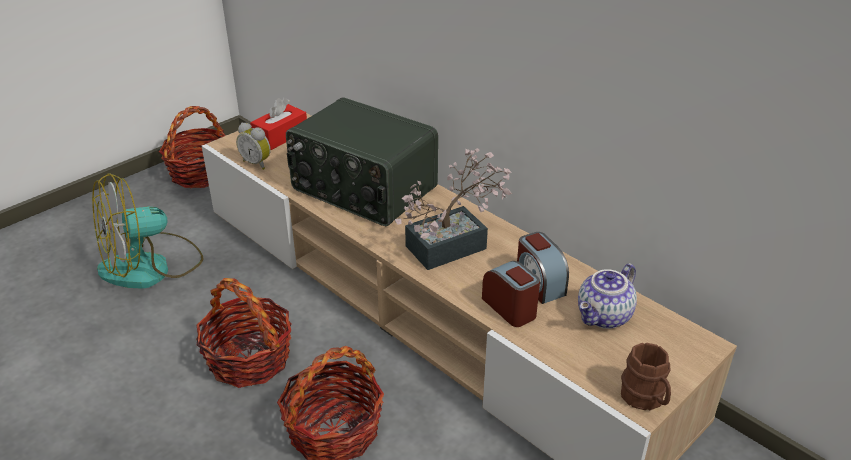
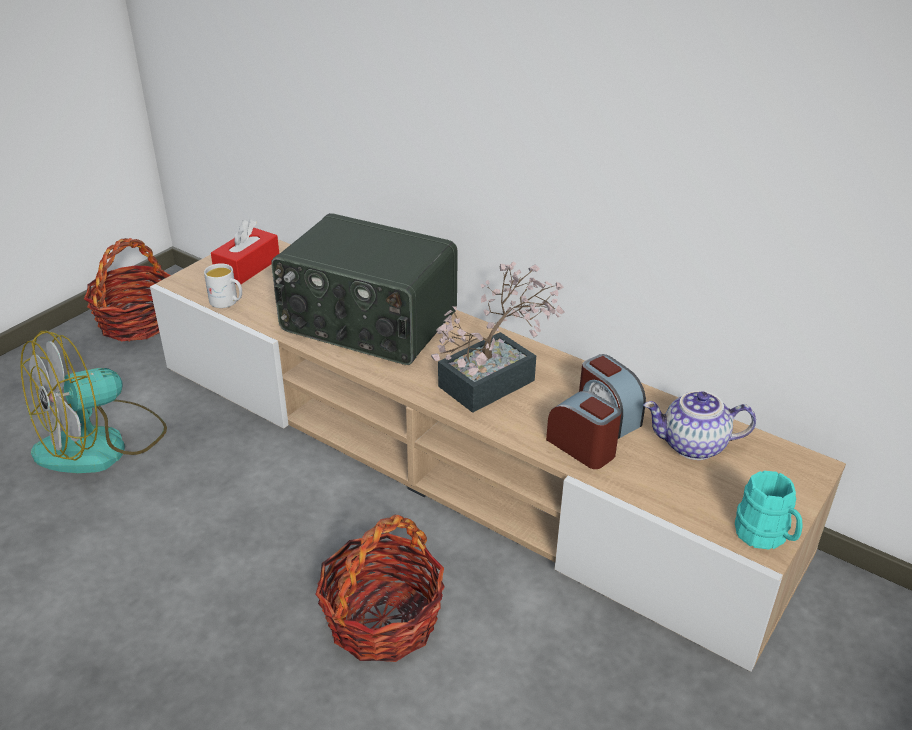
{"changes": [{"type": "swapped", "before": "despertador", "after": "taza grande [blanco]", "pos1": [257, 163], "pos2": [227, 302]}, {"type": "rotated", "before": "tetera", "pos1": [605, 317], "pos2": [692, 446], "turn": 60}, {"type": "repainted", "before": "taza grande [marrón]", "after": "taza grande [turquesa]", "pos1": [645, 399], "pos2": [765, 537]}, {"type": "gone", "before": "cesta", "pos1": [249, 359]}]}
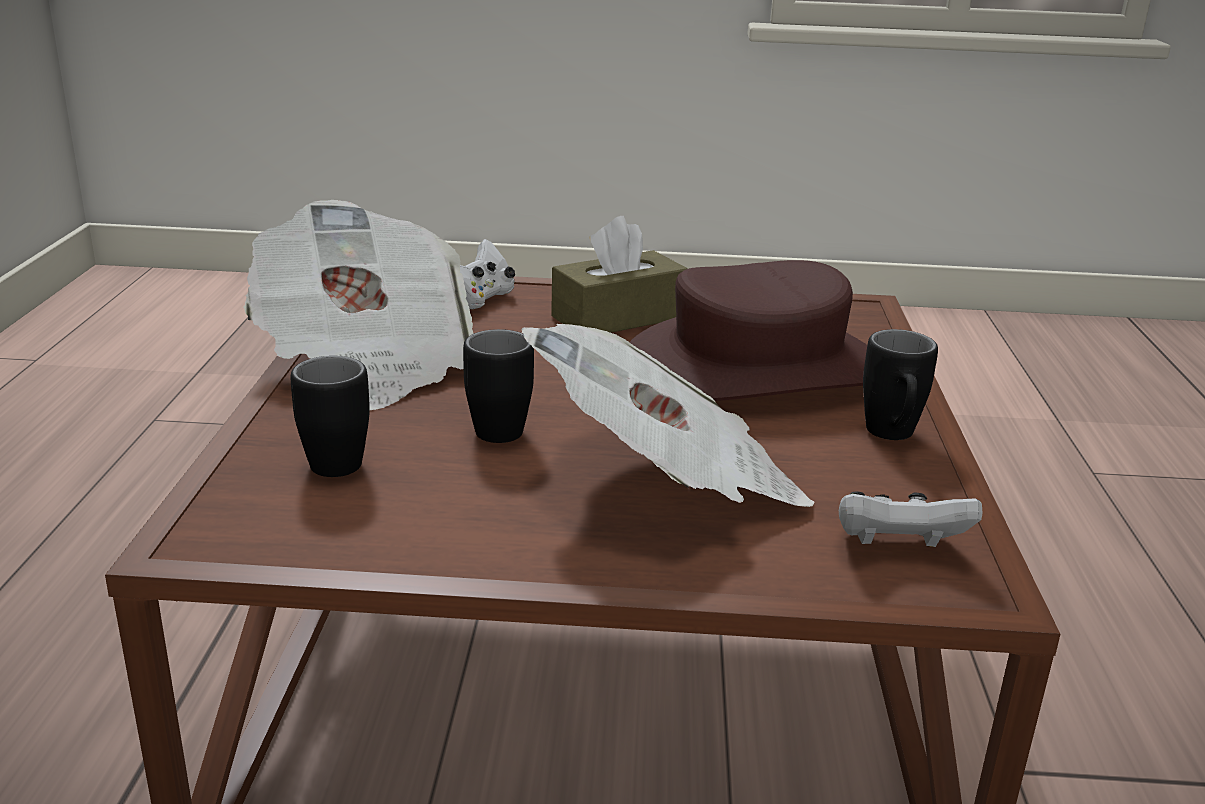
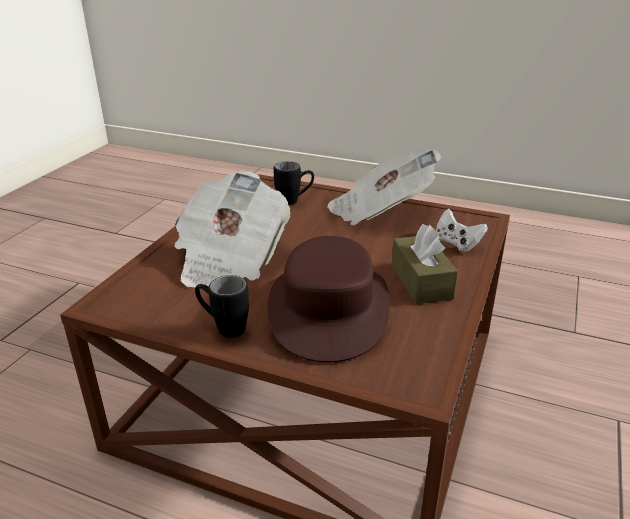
{"changes": [{"type": "gone", "before": "taza grande [negro]", "pos1": [494, 424]}, {"type": "gone", "before": "mando de consola [blanco]", "pos1": [898, 548]}]}
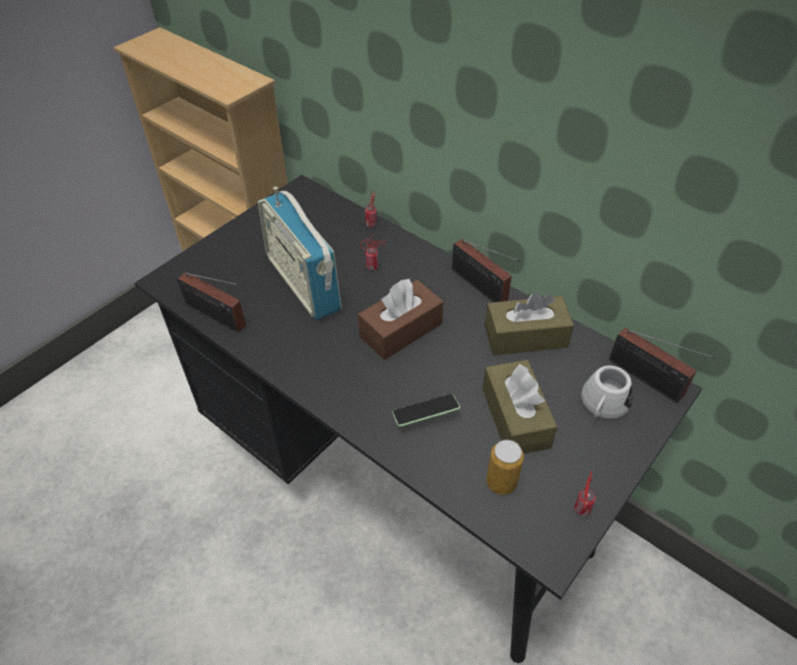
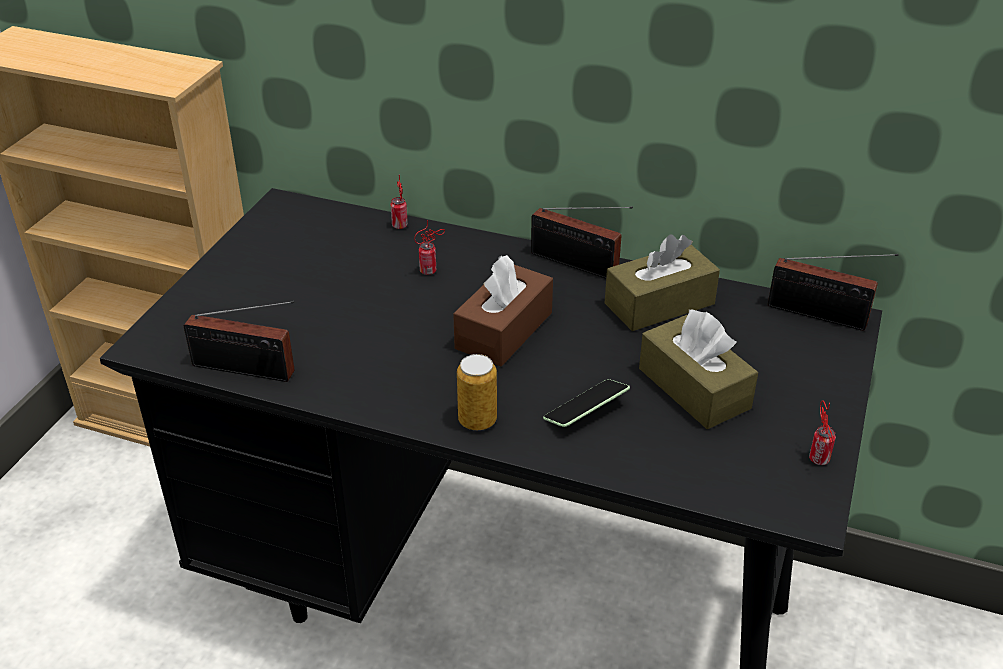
{"changes": [{"type": "shifted", "before": "lata", "pos1": [501, 482], "pos2": [477, 420]}, {"type": "gone", "before": "radio", "pos1": [303, 283]}, {"type": "gone", "before": "taza grande [blanco]", "pos1": [602, 406]}]}
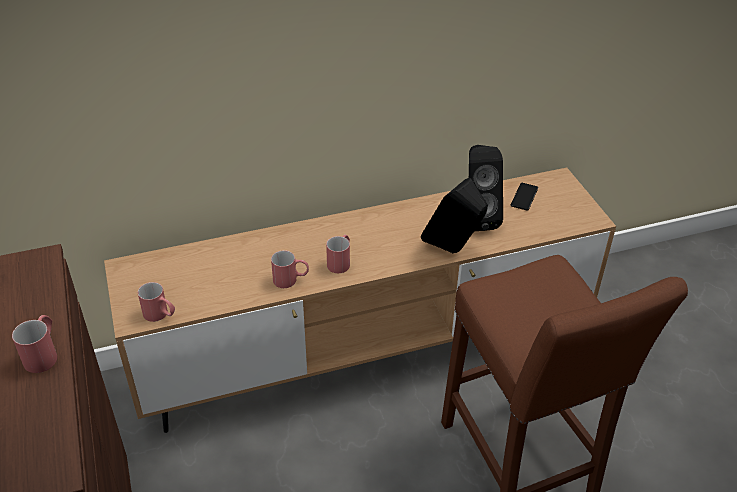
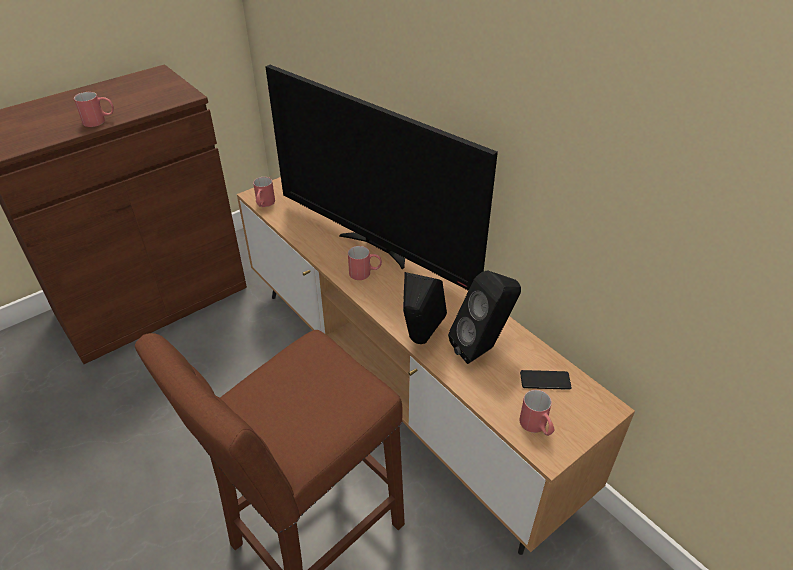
{"changes": [{"type": "new", "after": "televisor", "pos2": [376, 248]}, {"type": "shifted", "before": "taza grande [rojo]", "pos1": [291, 280], "pos2": [536, 427]}]}
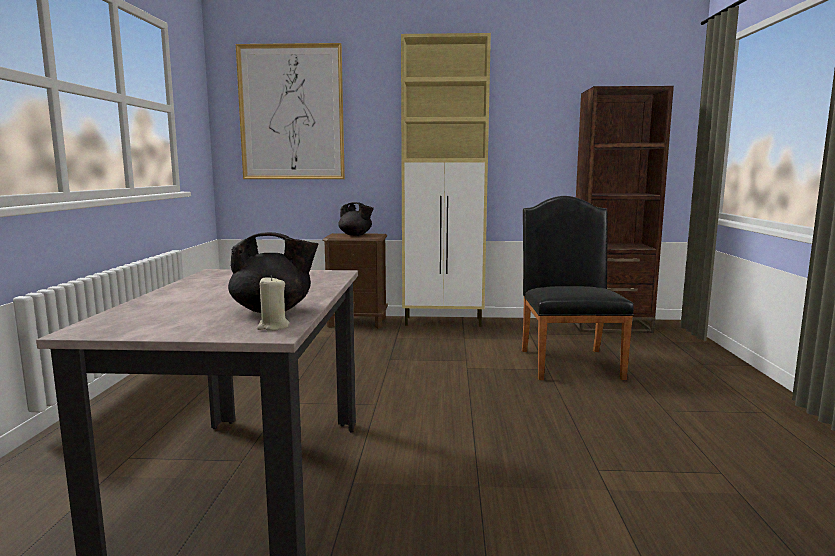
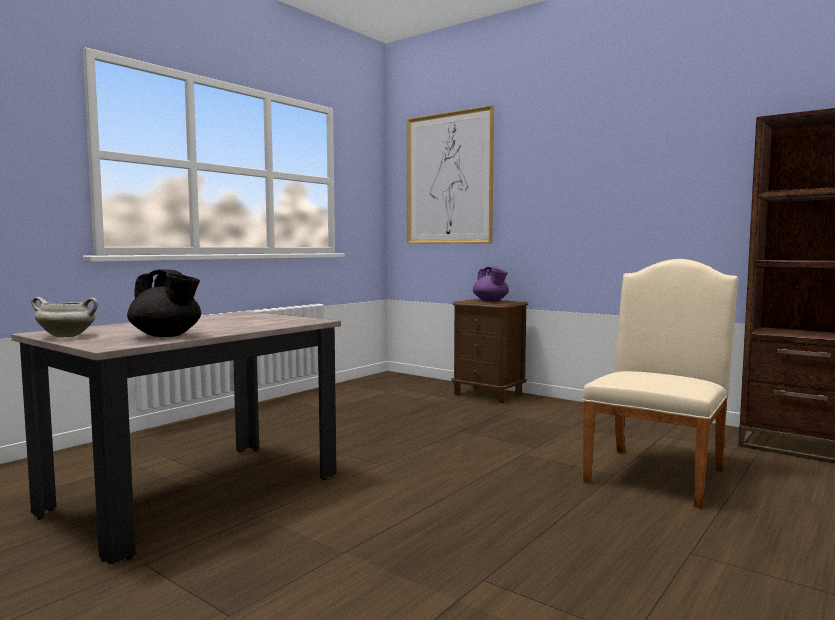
{"changes": [{"type": "new", "after": "olla [blanco]", "pos2": [68, 336]}, {"type": "repainted", "before": "tetera [negro]", "after": "tetera [morado]", "pos1": [356, 235], "pos2": [491, 301]}, {"type": "repainted", "before": "silla [negro]", "after": "silla [beis]", "pos1": [568, 361], "pos2": [658, 472]}, {"type": "gone", "before": "vela [beis]", "pos1": [273, 327]}, {"type": "gone", "before": "armario [beis]", "pos1": [444, 322]}]}
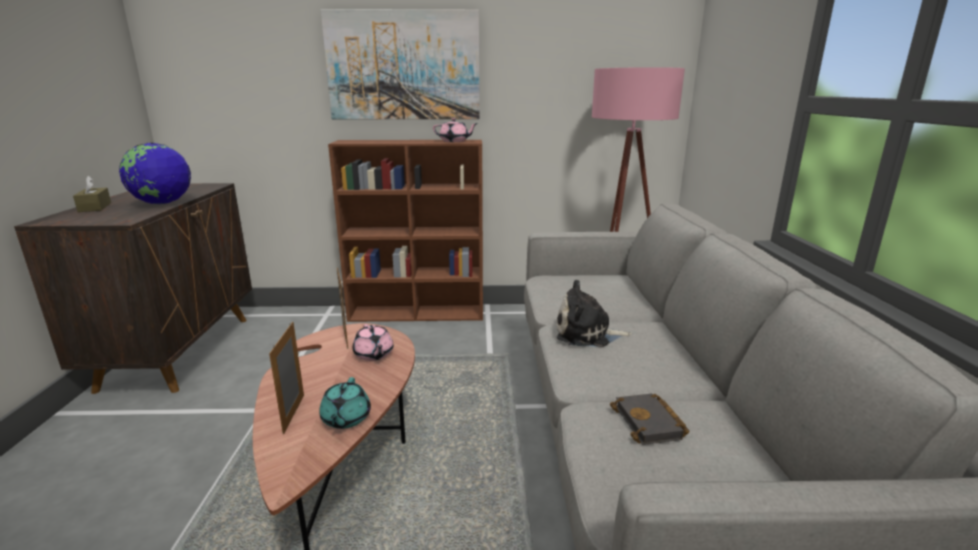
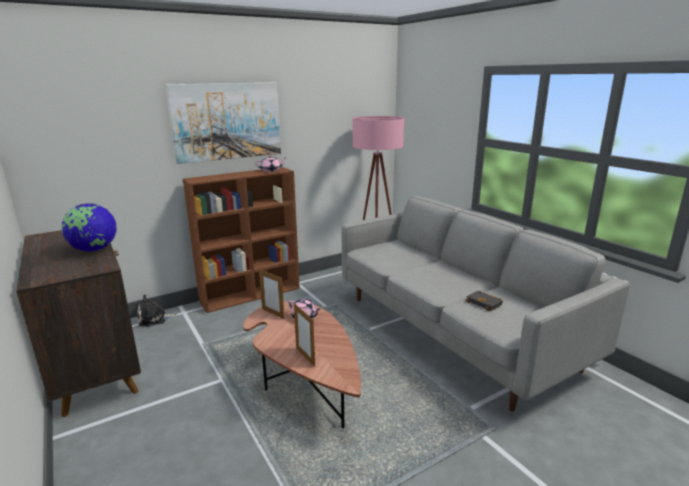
{"changes": [{"type": "shifted", "before": "peluche", "pos1": [587, 334], "pos2": [154, 319]}, {"type": "gone", "before": "caja de pañuelos [marrón]", "pos1": [95, 207]}, {"type": "gone", "before": "tetera [turquesa]", "pos1": [345, 419]}]}
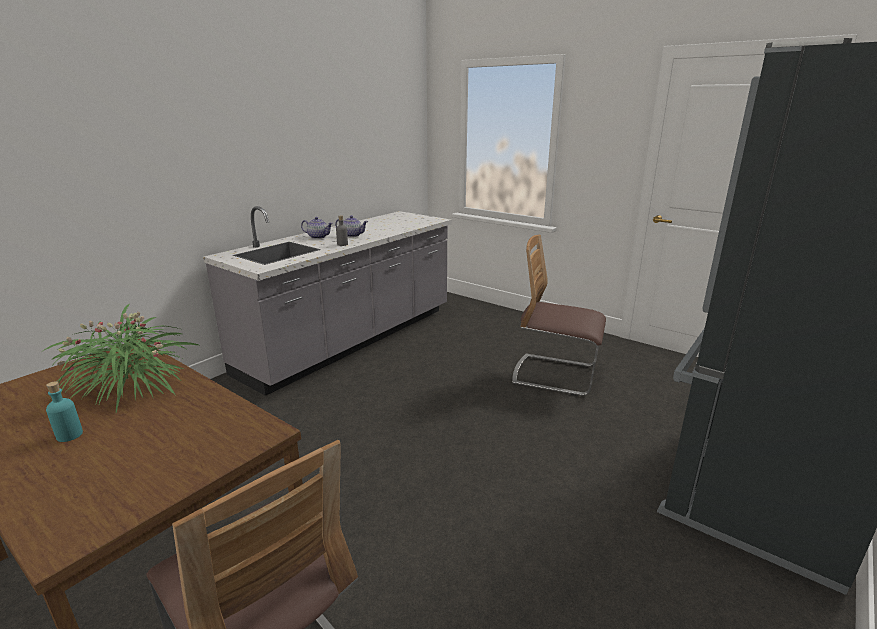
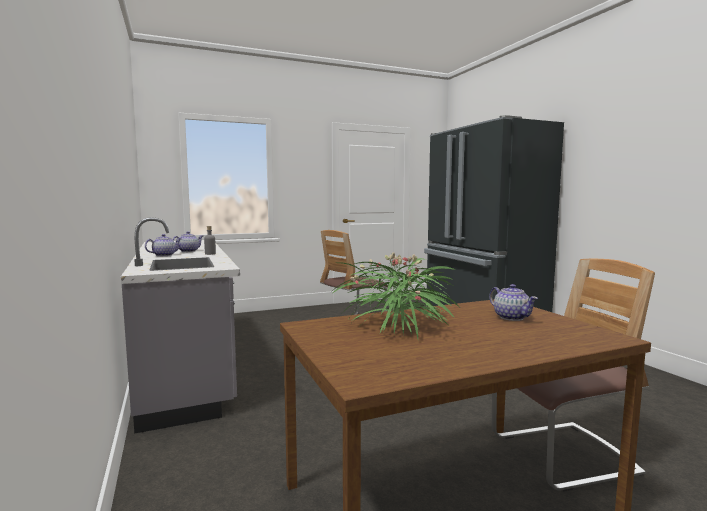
{"changes": [{"type": "new", "after": "tetera", "pos2": [511, 317]}, {"type": "gone", "before": "botella [turquesa]", "pos1": [69, 435]}]}
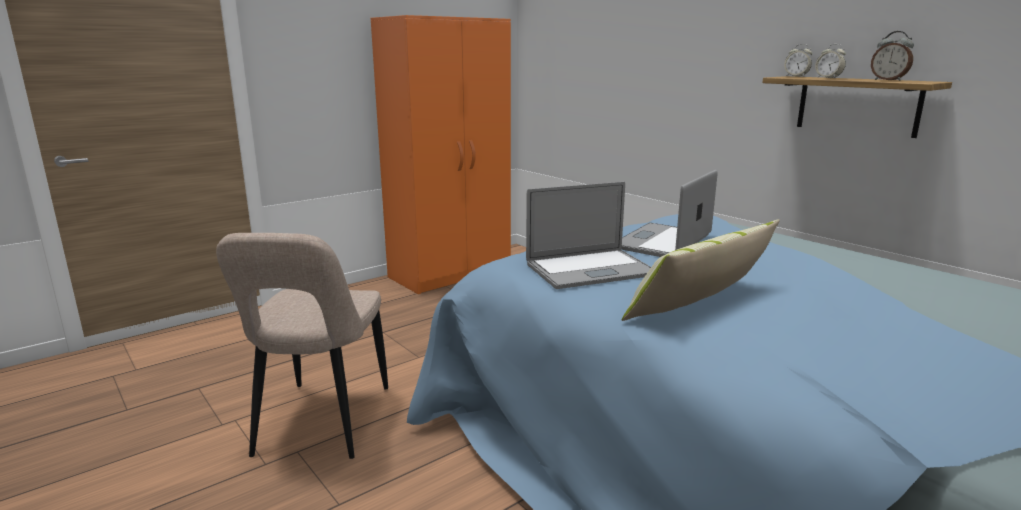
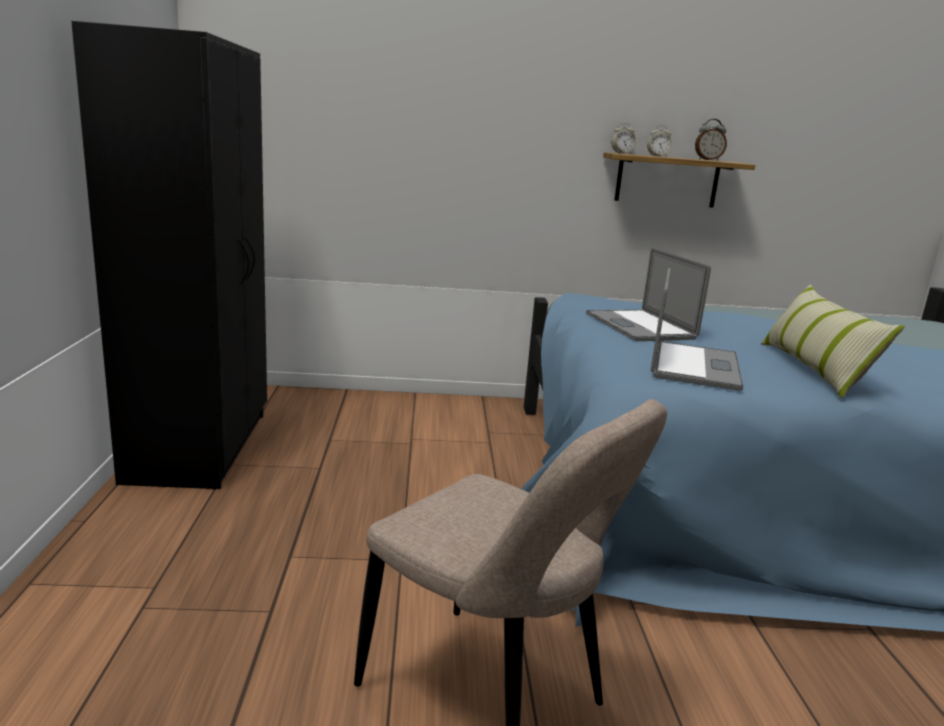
{"changes": [{"type": "repainted", "before": "armario ropero [naranja]", "after": "armario ropero [negro]", "pos1": [451, 273], "pos2": [202, 446]}]}
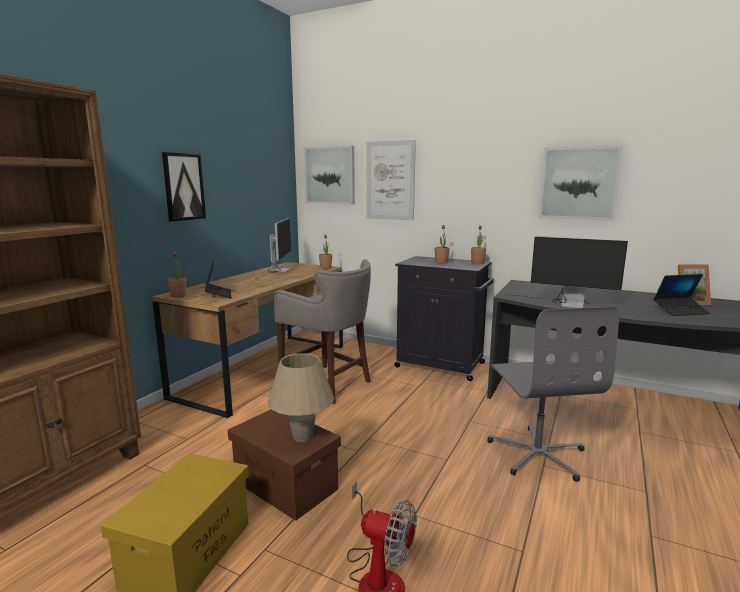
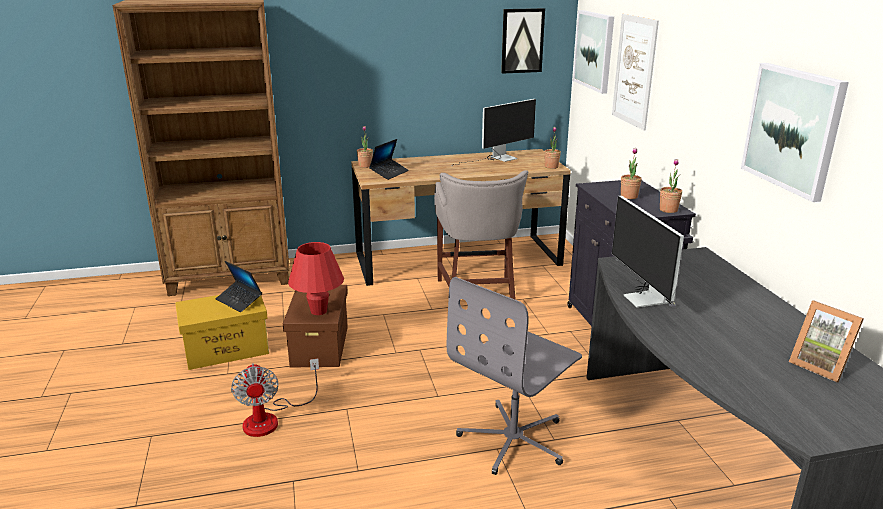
{"changes": [{"type": "shifted", "before": "portátil", "pos1": [680, 311], "pos2": [239, 301]}, {"type": "repainted", "before": "lámpara de mesa [beis]", "after": "lámpara de mesa [rojo]", "pos1": [302, 437], "pos2": [318, 311]}, {"type": "shifted", "before": "cuadro", "pos1": [183, 187], "pos2": [522, 40]}]}
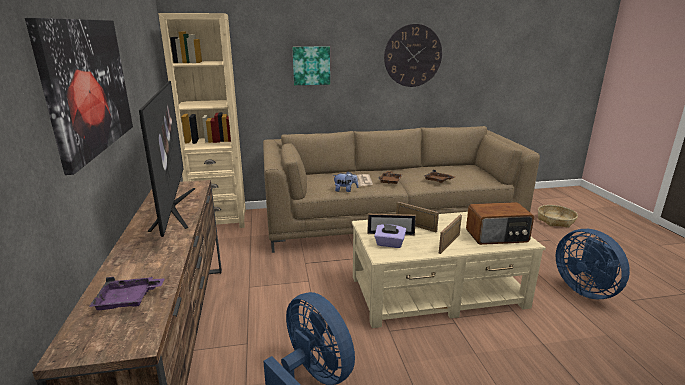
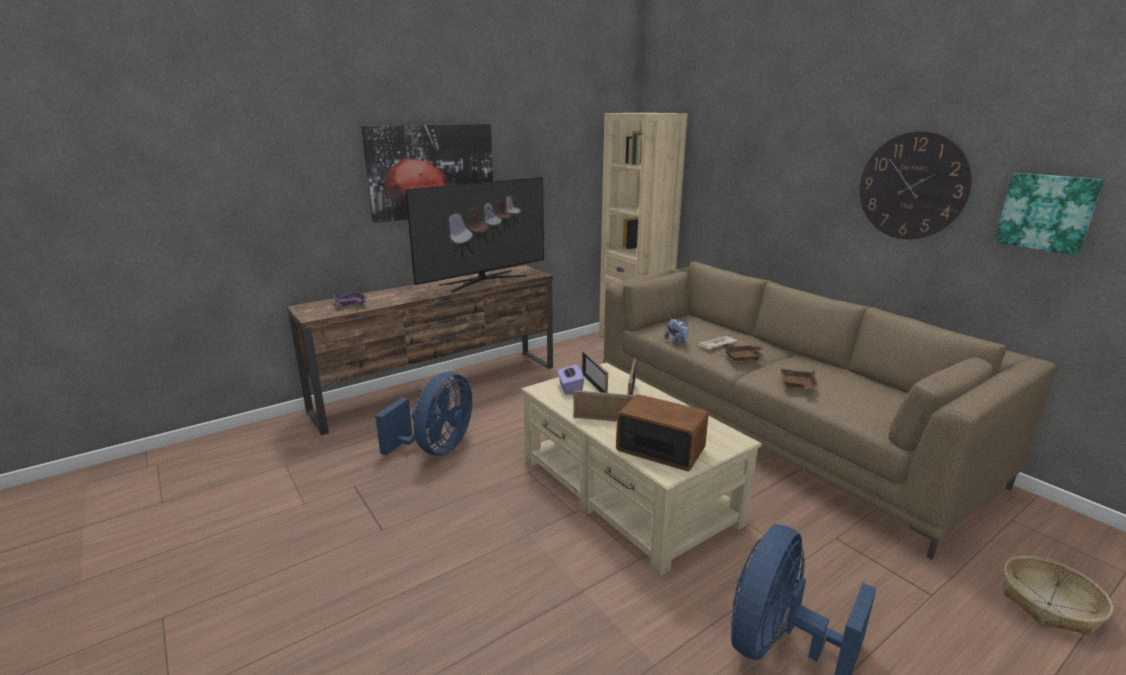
{"changes": [{"type": "rotated", "before": "radio", "pos1": [497, 236], "pos2": [660, 449], "turn": 150}, {"type": "shifted", "before": "cuadro", "pos1": [311, 65], "pos2": [1047, 212]}]}
